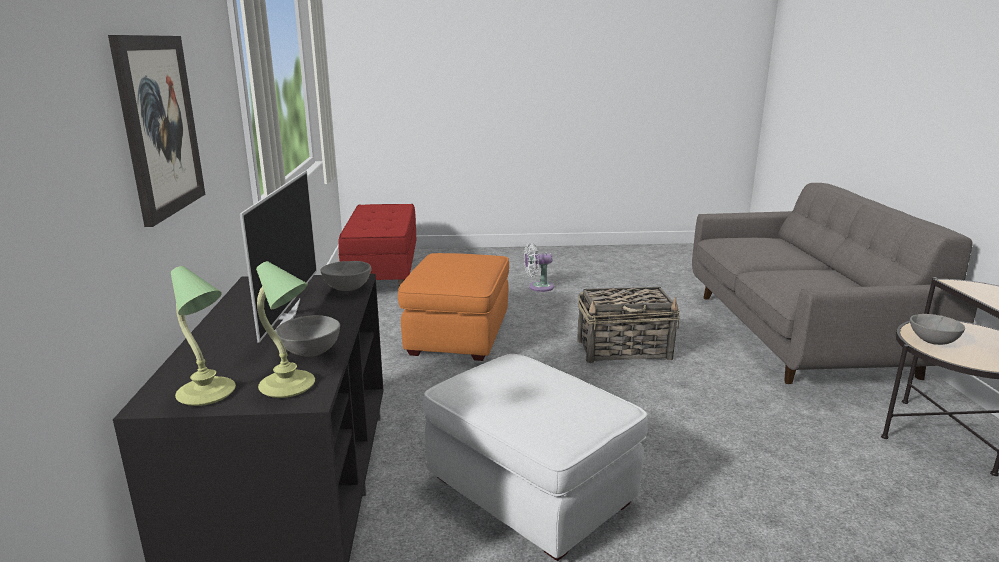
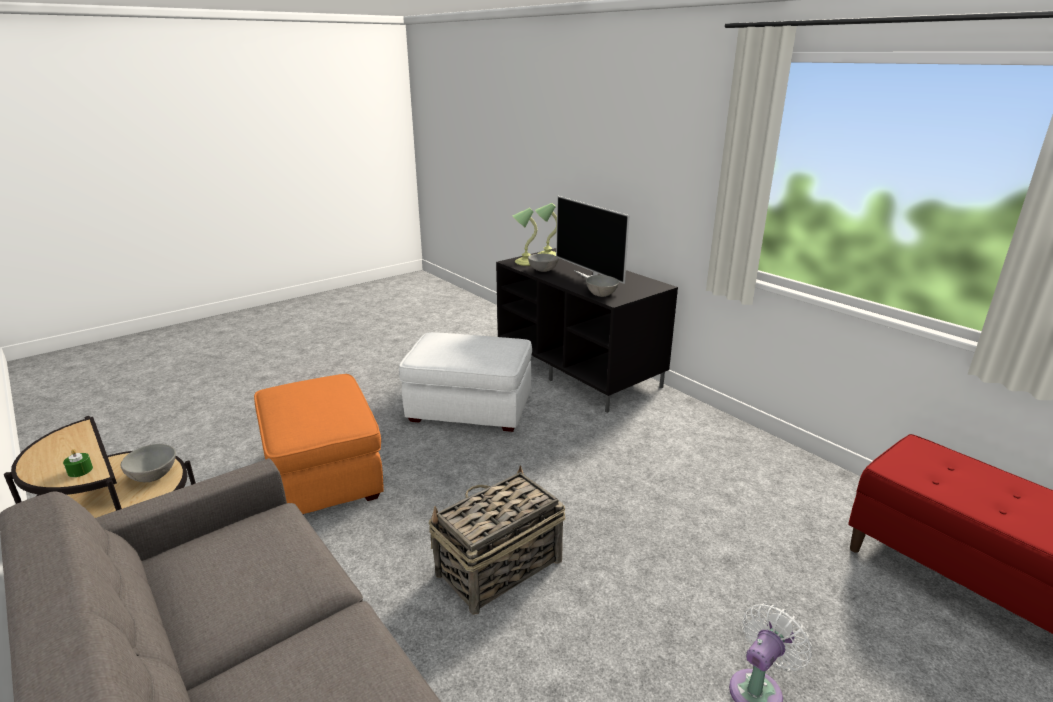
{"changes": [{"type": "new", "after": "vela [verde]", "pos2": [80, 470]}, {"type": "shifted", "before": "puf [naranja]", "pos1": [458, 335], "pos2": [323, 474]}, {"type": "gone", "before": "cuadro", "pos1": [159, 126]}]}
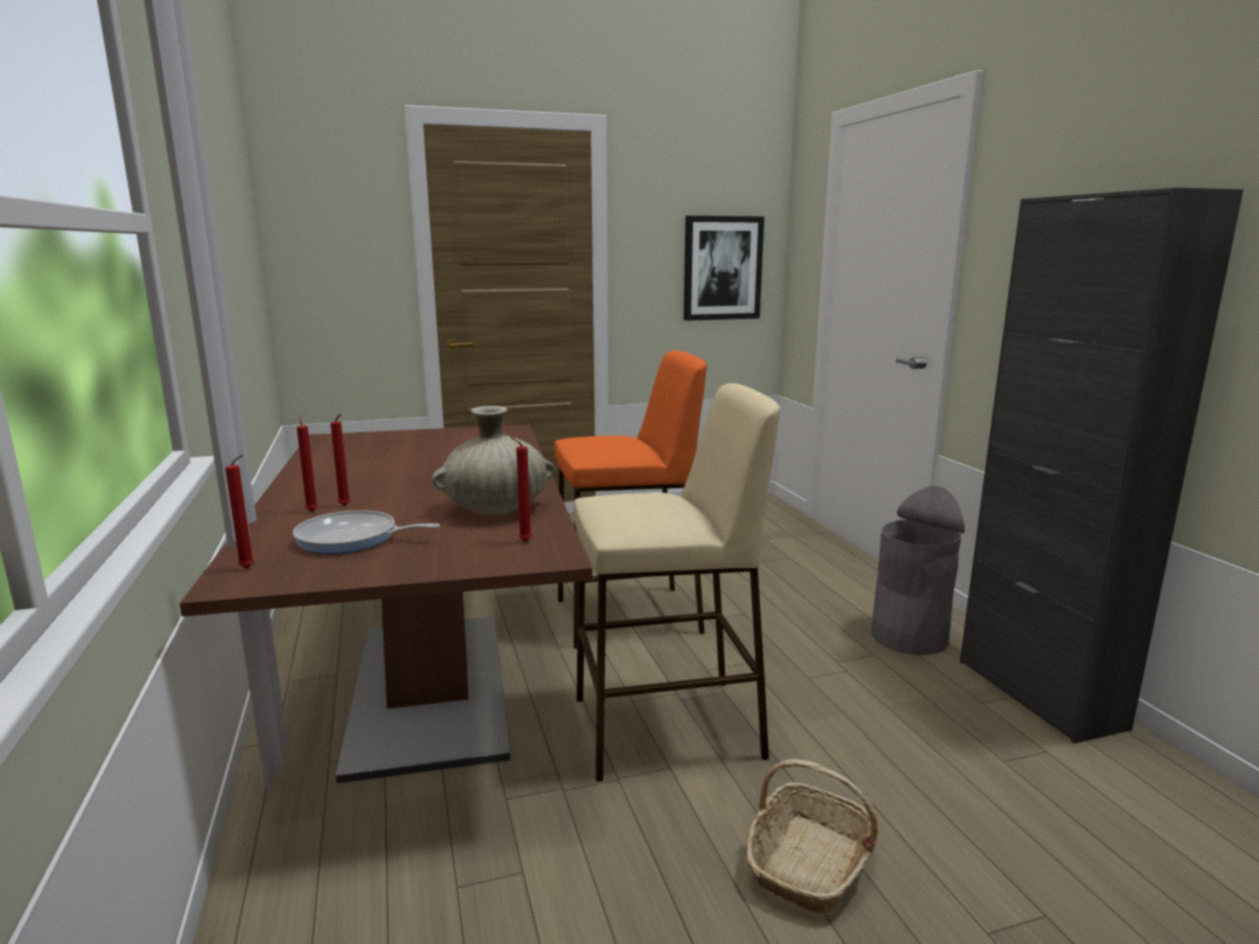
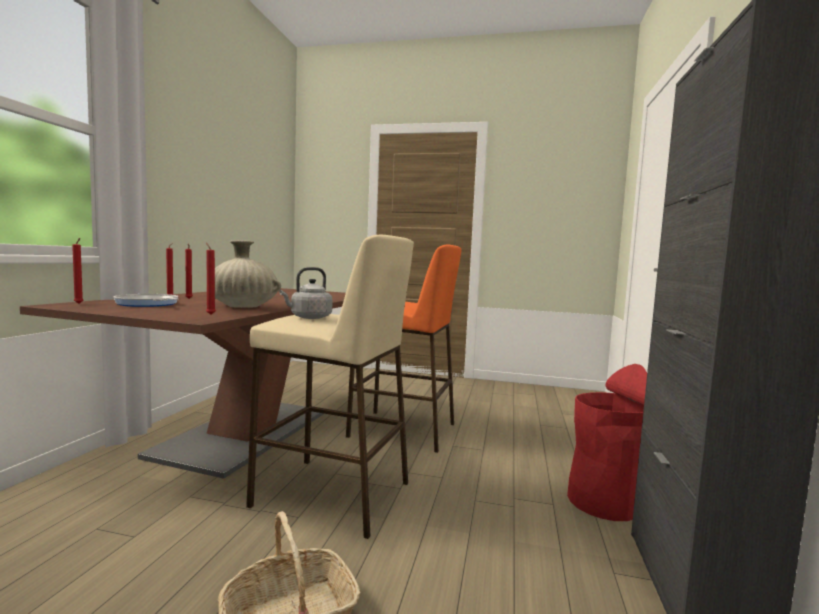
{"changes": [{"type": "new", "after": "hervidor [gris]", "pos2": [309, 317]}, {"type": "repainted", "before": "papelera [gris]", "after": "papelera [rojo]", "pos1": [909, 637], "pos2": [603, 502]}, {"type": "gone", "before": "cuadro", "pos1": [722, 268]}]}
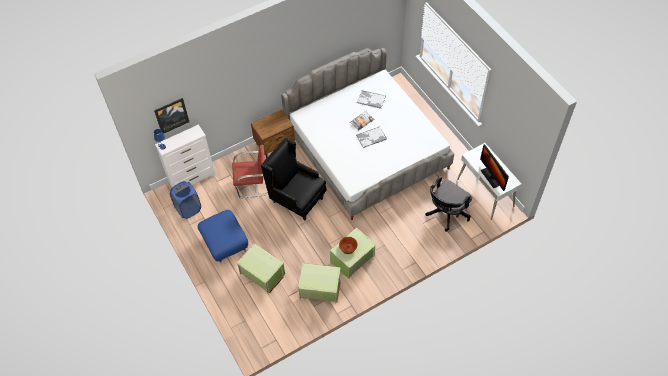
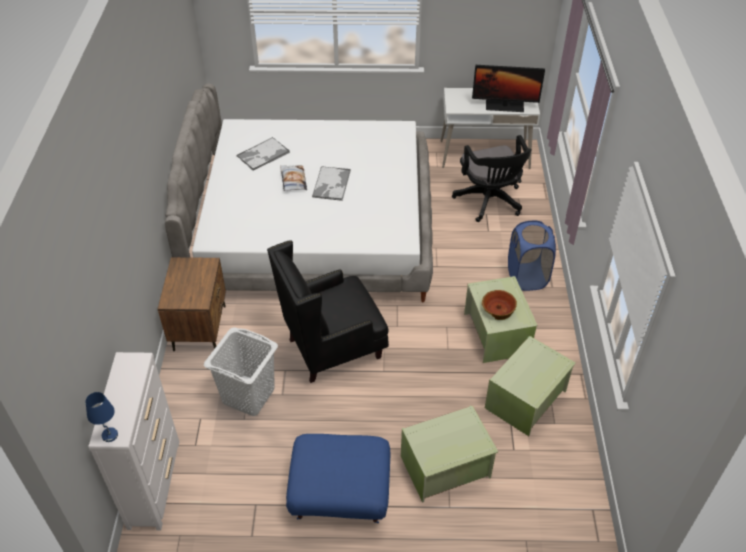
{"changes": [{"type": "swapped", "before": "silla [rojo]", "after": "cesto de la ropa [blanco]", "pos1": [252, 184], "pos2": [249, 395]}, {"type": "shifted", "before": "cesto de la ropa [azul]", "pos1": [188, 209], "pos2": [527, 277]}, {"type": "gone", "before": "cuadro", "pos1": [171, 115]}]}
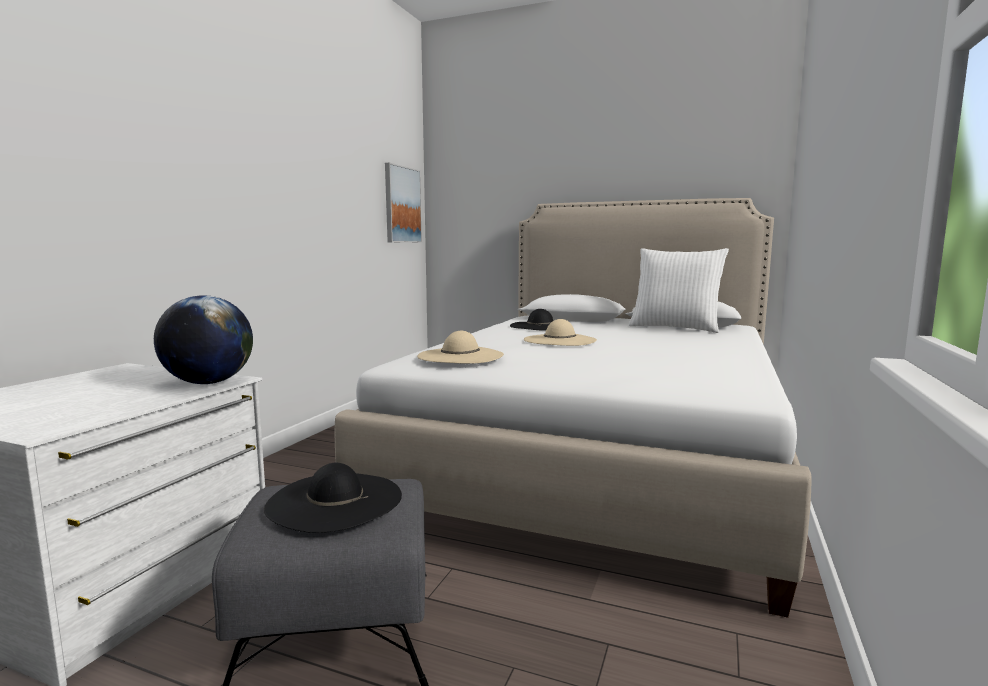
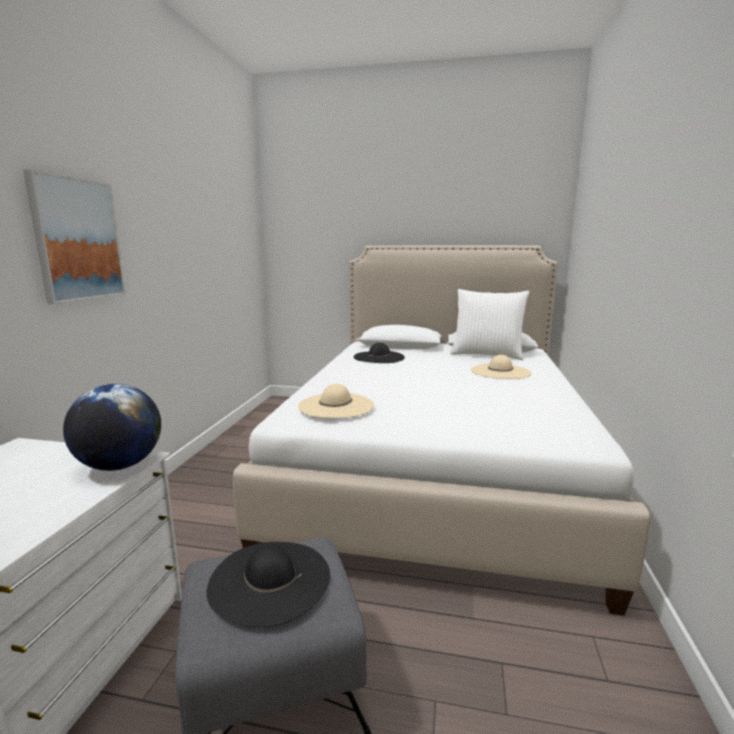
{"changes": [{"type": "shifted", "before": "cuadro", "pos1": [402, 205], "pos2": [77, 240]}, {"type": "shifted", "before": "sombrero [beis]", "pos1": [560, 340], "pos2": [500, 371]}]}
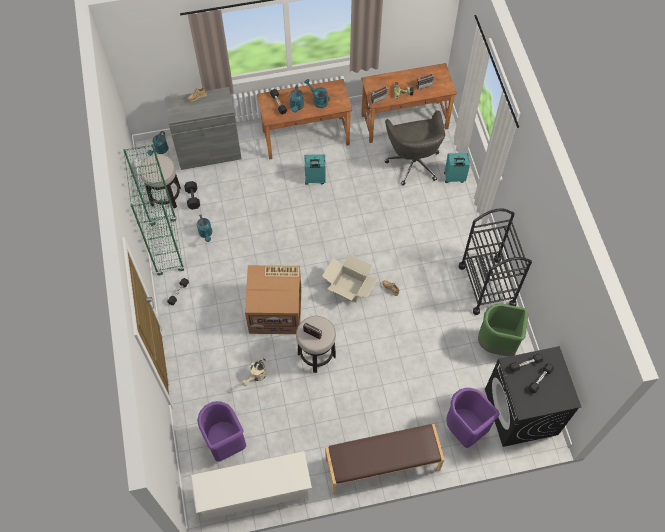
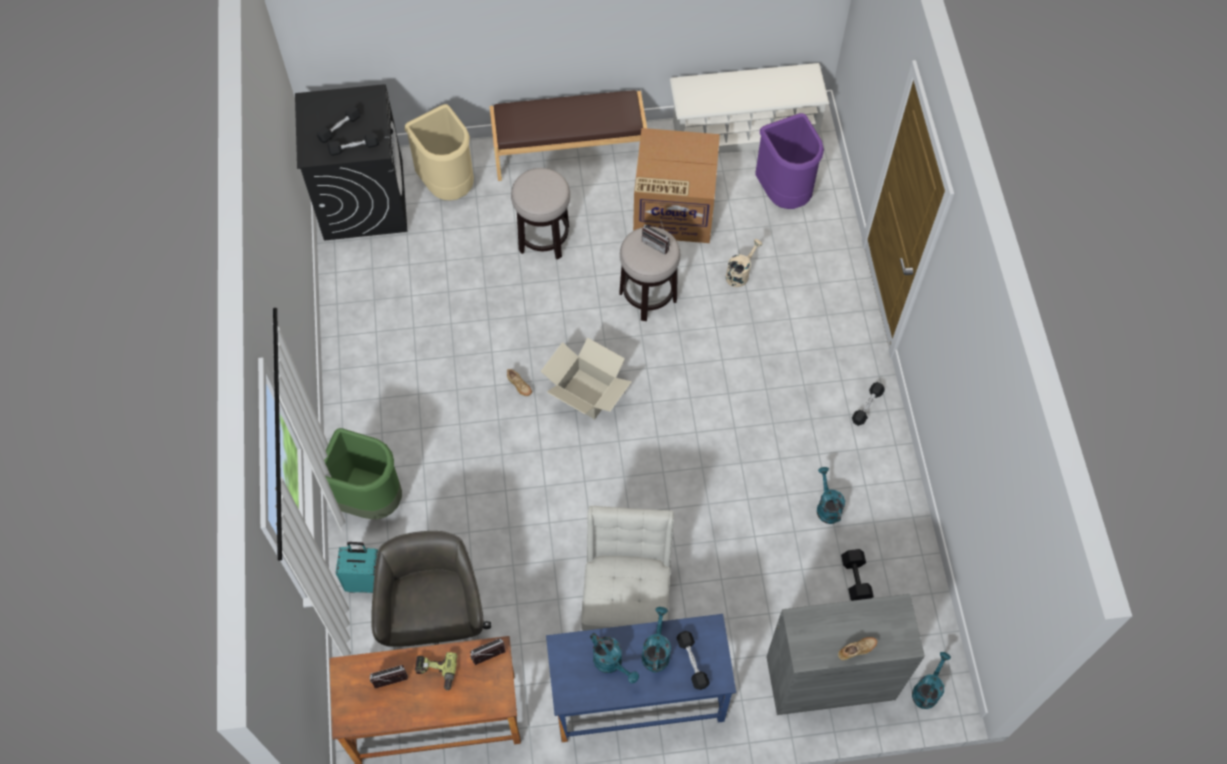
{"changes": [{"type": "shifted", "before": "papelera [verde]", "pos1": [497, 344], "pos2": [370, 499]}, {"type": "repainted", "before": "papelera [morado]", "after": "papelera [beis]", "pos1": [464, 429], "pos2": [448, 185]}, {"type": "shifted", "before": "taburete", "pos1": [165, 196], "pos2": [544, 238]}, {"type": "repainted", "before": "escritorio [marrón]", "after": "escritorio [azul]", "pos1": [306, 137], "pos2": [638, 697]}, {"type": "swapped", "before": "maleta [turquesa]", "after": "silla [blanco]", "pos1": [315, 179], "pos2": [627, 599]}, {"type": "shifted", "before": "caja de cartón", "pos1": [276, 310], "pos2": [673, 209]}, {"type": "gone", "before": "estantería [verde]", "pos1": [167, 247]}, {"type": "gone", "before": "carrito [negro]", "pos1": [486, 285]}]}
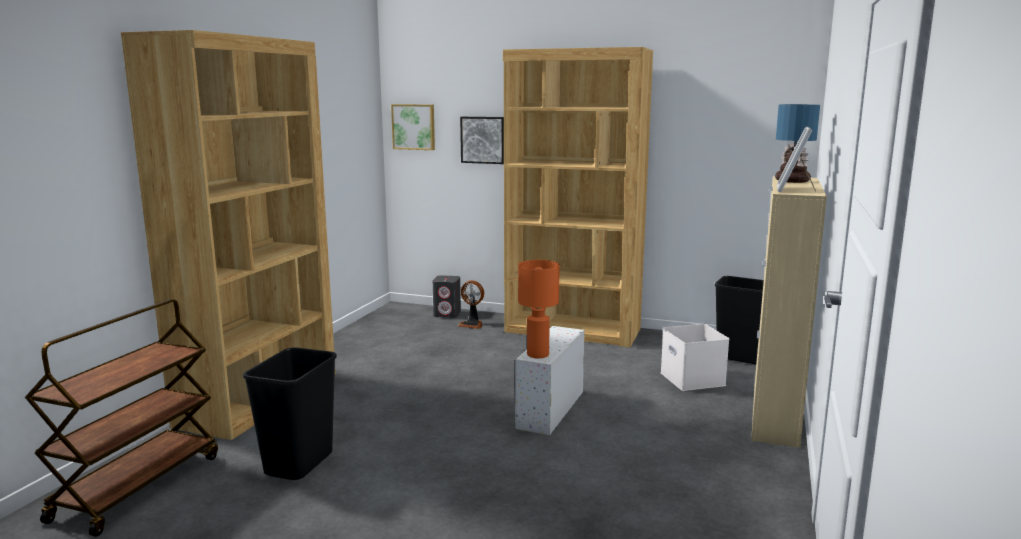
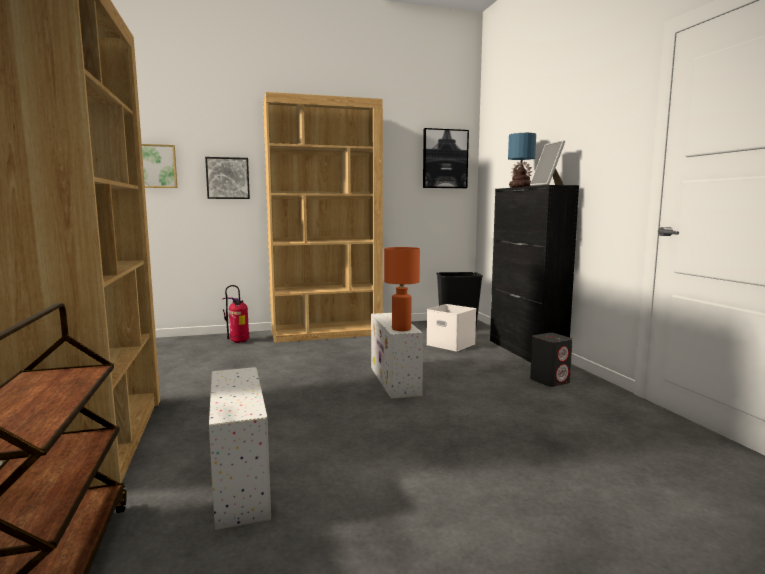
{"changes": [{"type": "swapped", "before": "papelera [negro]", "after": "caja de almacenaje [blanco]", "pos1": [298, 464], "pos2": [240, 480]}, {"type": "swapped", "before": "ventilador", "after": "extintor", "pos1": [472, 324], "pos2": [238, 342]}, {"type": "new", "after": "cuadro", "pos2": [445, 159]}, {"type": "repainted", "before": "armario [beis]", "after": "armario [negro]", "pos1": [774, 414], "pos2": [526, 352]}, {"type": "shifted", "before": "altavoz [gris]", "pos1": [447, 314], "pos2": [550, 381]}]}
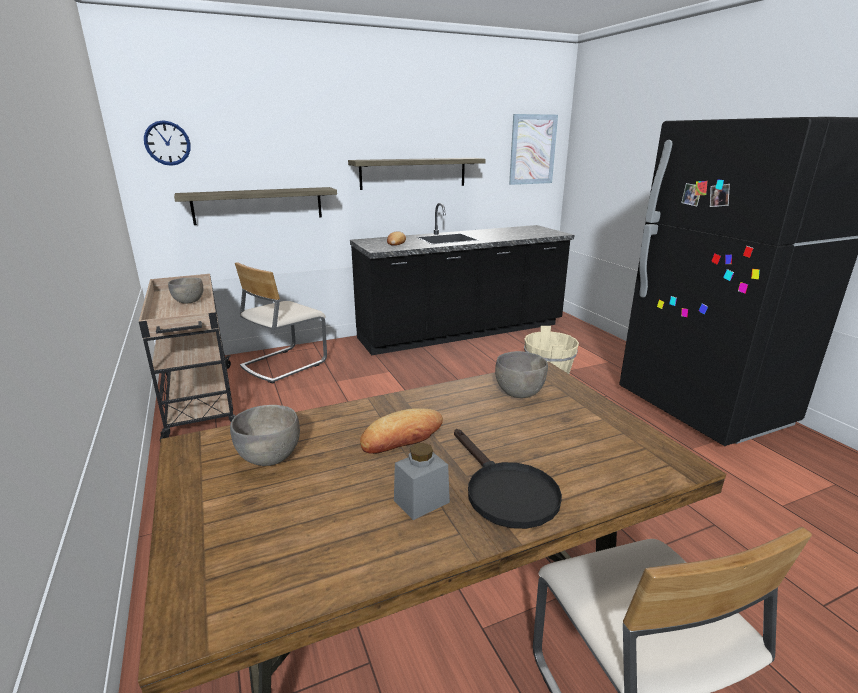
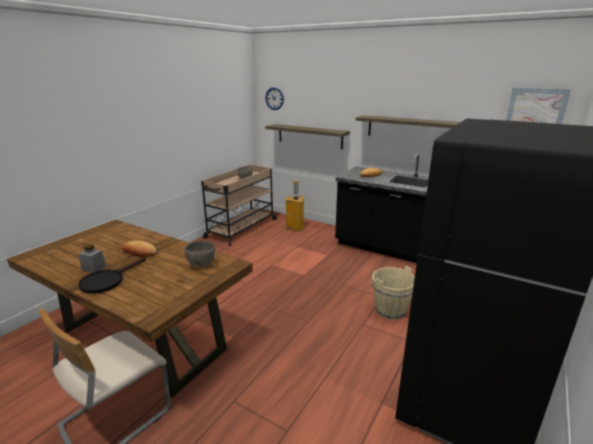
{"changes": [{"type": "swapped", "before": "silla [beis]", "after": "papelera", "pos1": [283, 364], "pos2": [295, 228]}, {"type": "gone", "before": "cuenco [gris]", "pos1": [270, 458]}]}
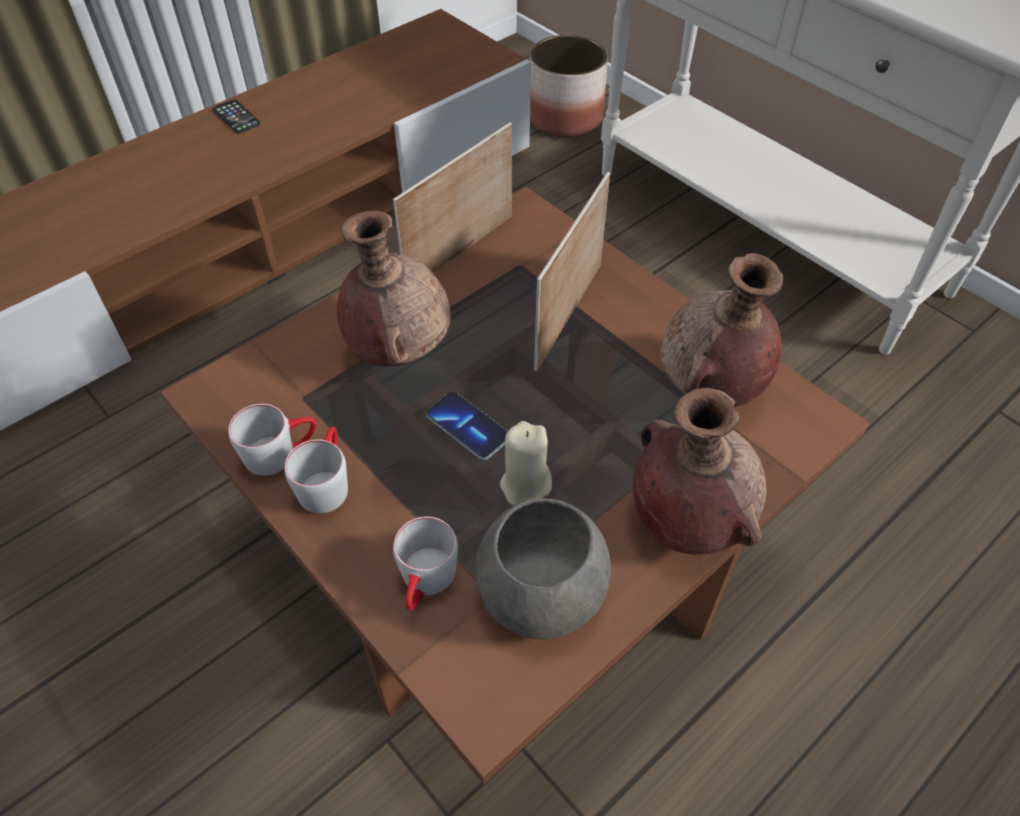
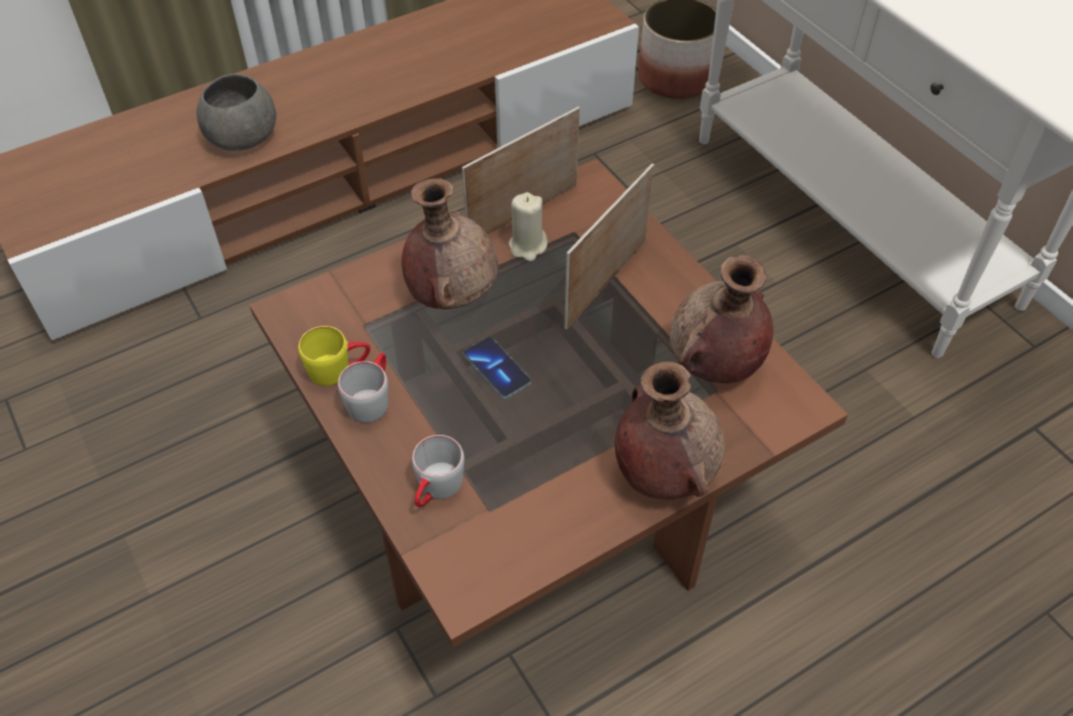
{"changes": [{"type": "shifted", "before": "cuenco [gris]", "pos1": [540, 593], "pos2": [241, 137]}, {"type": "repainted", "before": "taza grande [gris]", "after": "taza grande [amarillo]", "pos1": [281, 452], "pos2": [339, 368]}, {"type": "shifted", "before": "vela [beis]", "pos1": [526, 486], "pos2": [528, 246]}, {"type": "gone", "before": "móvil", "pos1": [236, 117]}]}
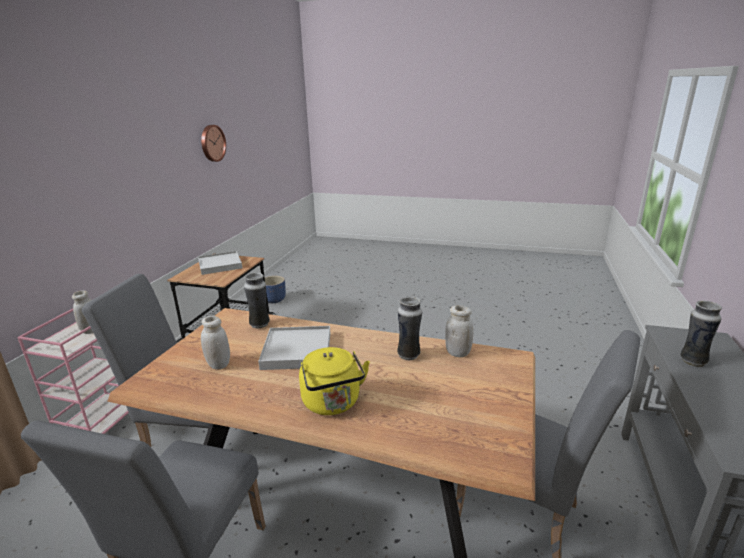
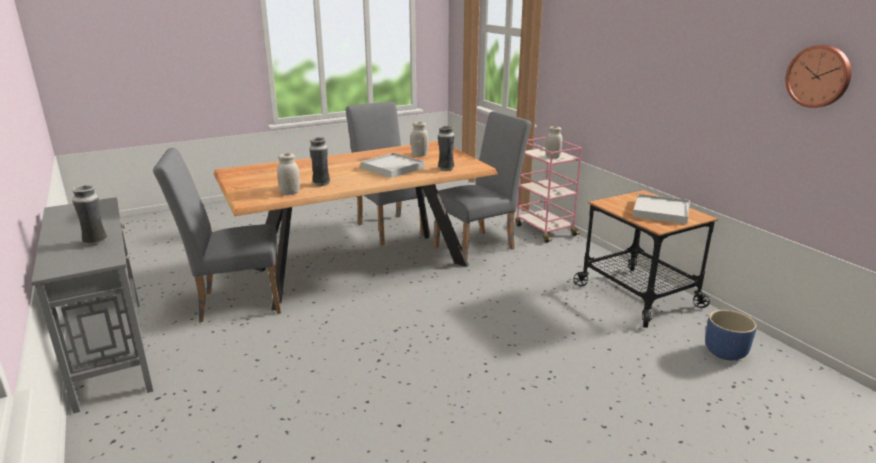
{"changes": [{"type": "gone", "before": "hervidor [amarillo]", "pos1": [333, 403]}]}
